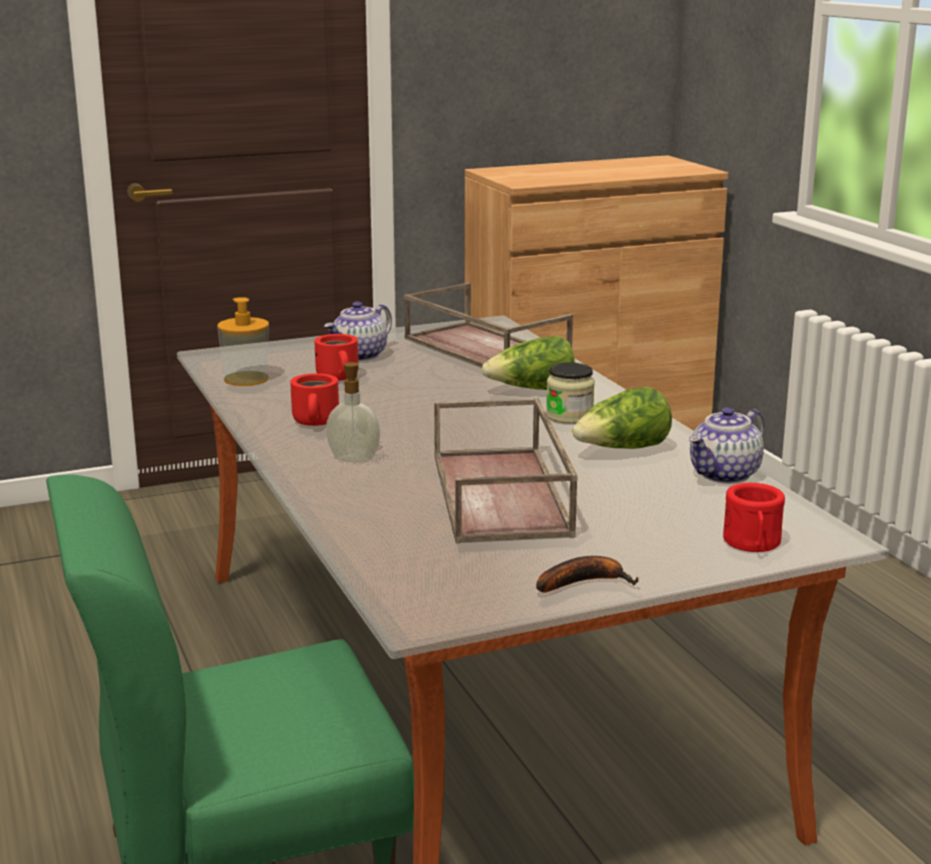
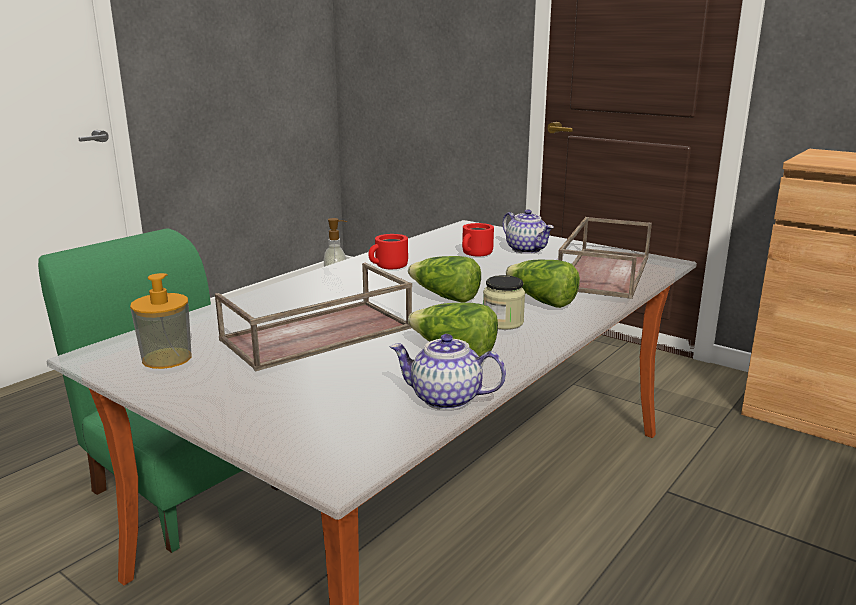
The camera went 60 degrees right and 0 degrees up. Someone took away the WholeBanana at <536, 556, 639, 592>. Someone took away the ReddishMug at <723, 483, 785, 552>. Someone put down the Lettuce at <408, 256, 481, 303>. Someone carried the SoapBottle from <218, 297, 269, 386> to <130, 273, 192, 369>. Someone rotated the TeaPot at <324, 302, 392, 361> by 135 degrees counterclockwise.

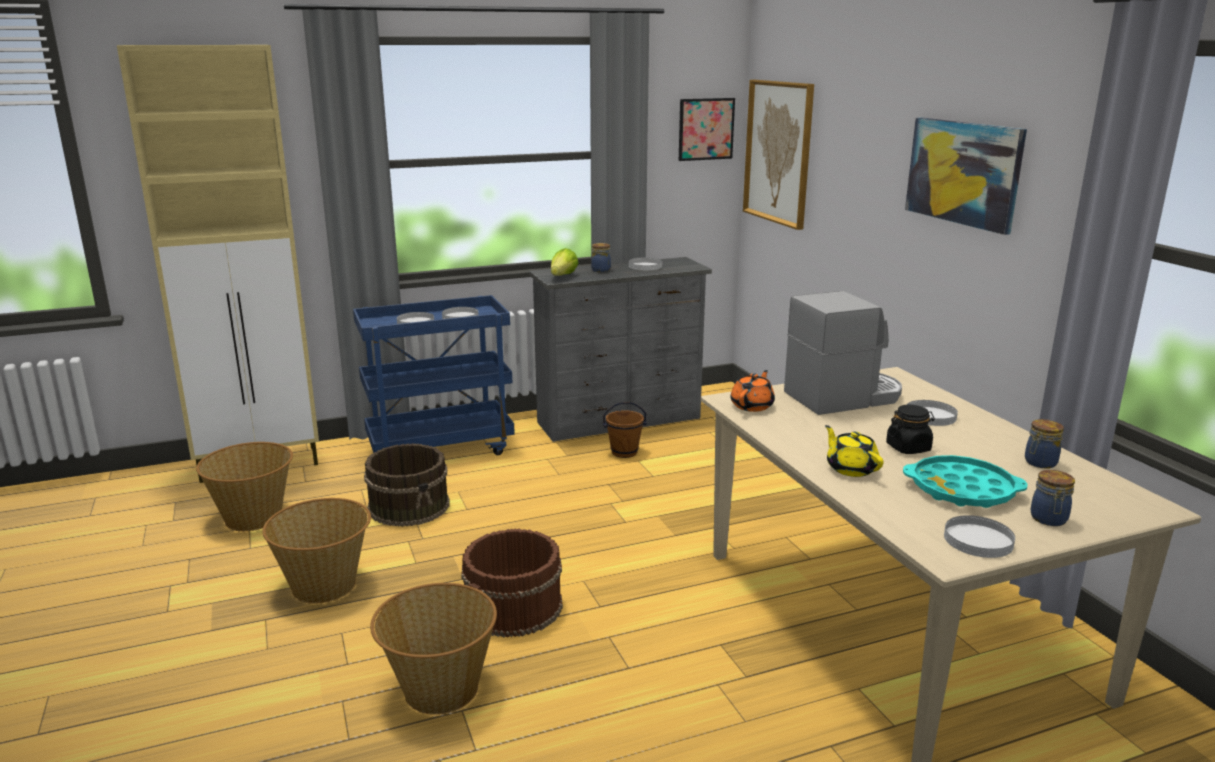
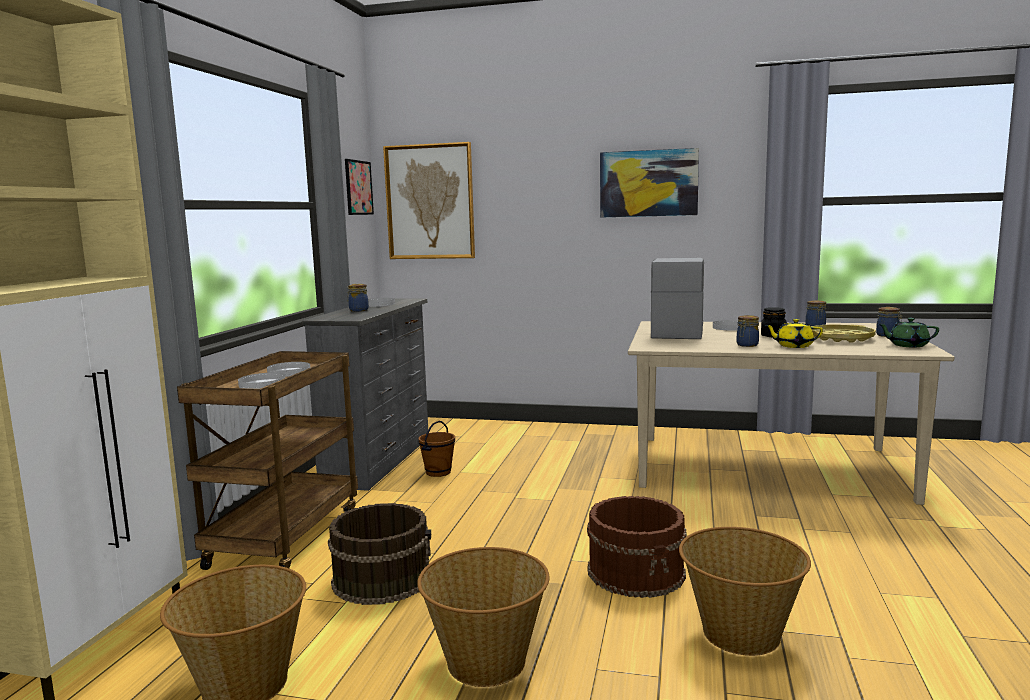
The camera went 55 degrees left and 10 degrees down. Someone took away the Lettuce at <551, 248, 579, 276>. Someone took away the OrangeColouredTeaPot at <731, 370, 775, 412>. Someone put down the Jar at <737, 315, 759, 347>. Someone swapped the WhiteColouredPlate at <944, 515, 1015, 558> for the GreenishTeaPot at <878, 318, 939, 347>. Someone repainted the BlueWheeledCart at <353, 295, 515, 455>, which became the BrownishWheeledCart at <177, 351, 358, 570>. Someone repainted the BlueGreenCarryingTray at <903, 455, 1028, 508>, which became the YellowColouredCarryingTray at <811, 324, 876, 343>.

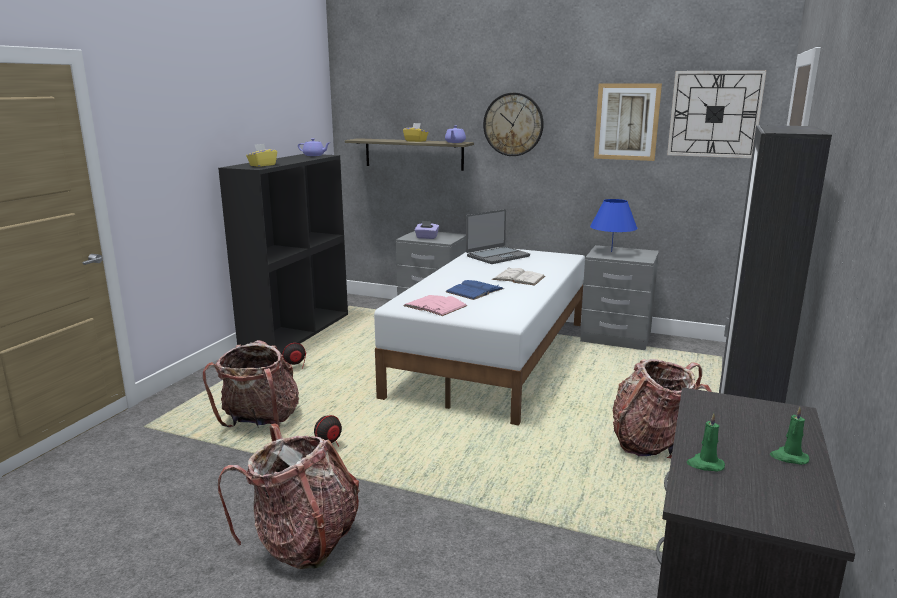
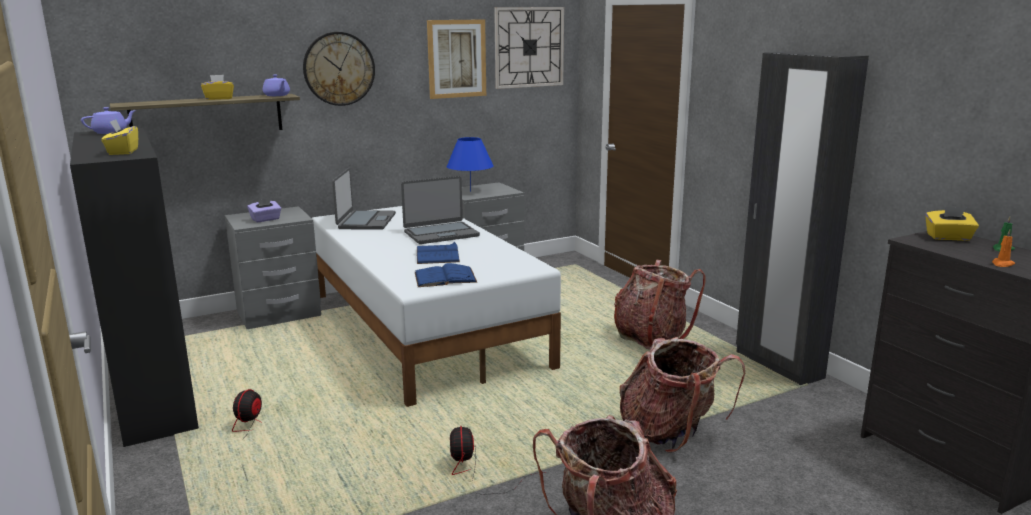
The camera went 50 degrees left and 0 degrees up. Someone put down the YellowColouredTissueHolder at <925, 207, 979, 241>. Someone carried the Backpack from <203, 340, 299, 427> to <619, 337, 745, 453>. Someone swapped the WhiteColouredVolume at <492, 267, 545, 286> for the PortableComputer at <401, 176, 480, 244>. Someone repainted the PinkishVolume at <403, 295, 467, 316>, which became the BlueVolume at <415, 263, 477, 287>. Someone repainted the GreenishWaxCandle at <686, 413, 725, 472>, which became the OrangeColouredWaxCandle at <992, 229, 1015, 267>.

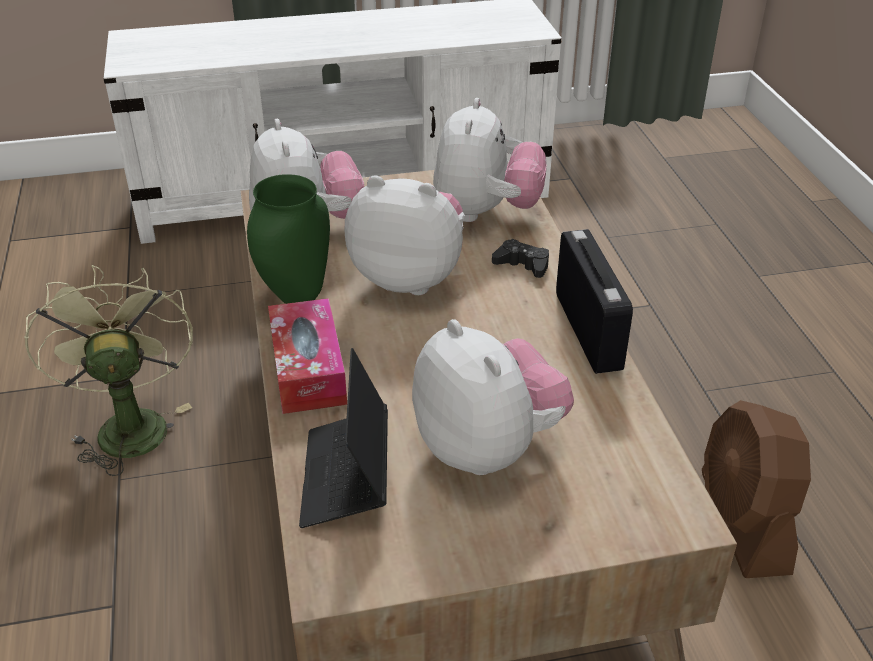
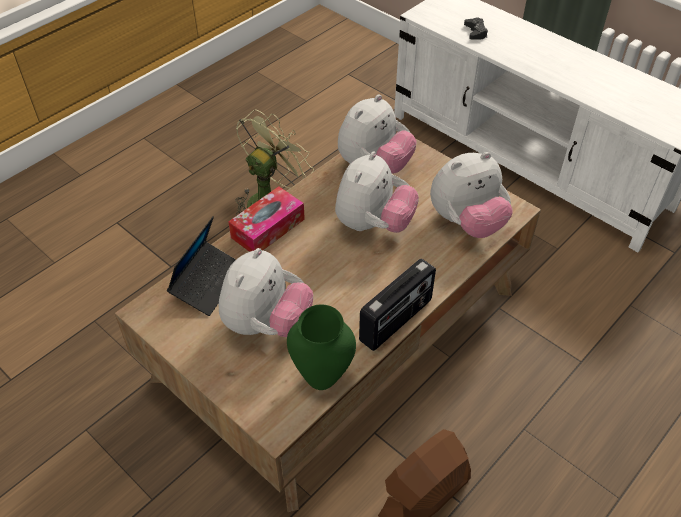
The camera went 55 degrees right and 10 degrees up. Someone carried the GreenishVase from <247, 174, 330, 304> to <287, 304, 356, 390>. Someone carried the BlackGamepad from <492, 239, 549, 278> to <464, 17, 488, 40>. Someone rotated the PortableComputer at <299, 348, 388, 528> by 150 degrees clockwise. Someone rotated the PlushToy at <344, 175, 465, 295> by 45 degrees clockwise.

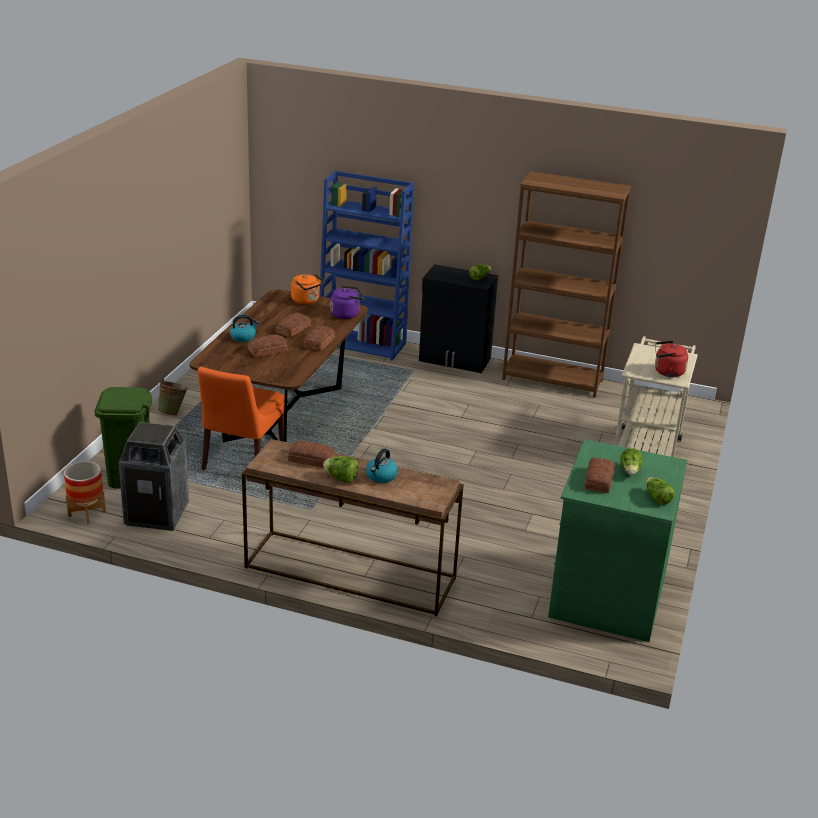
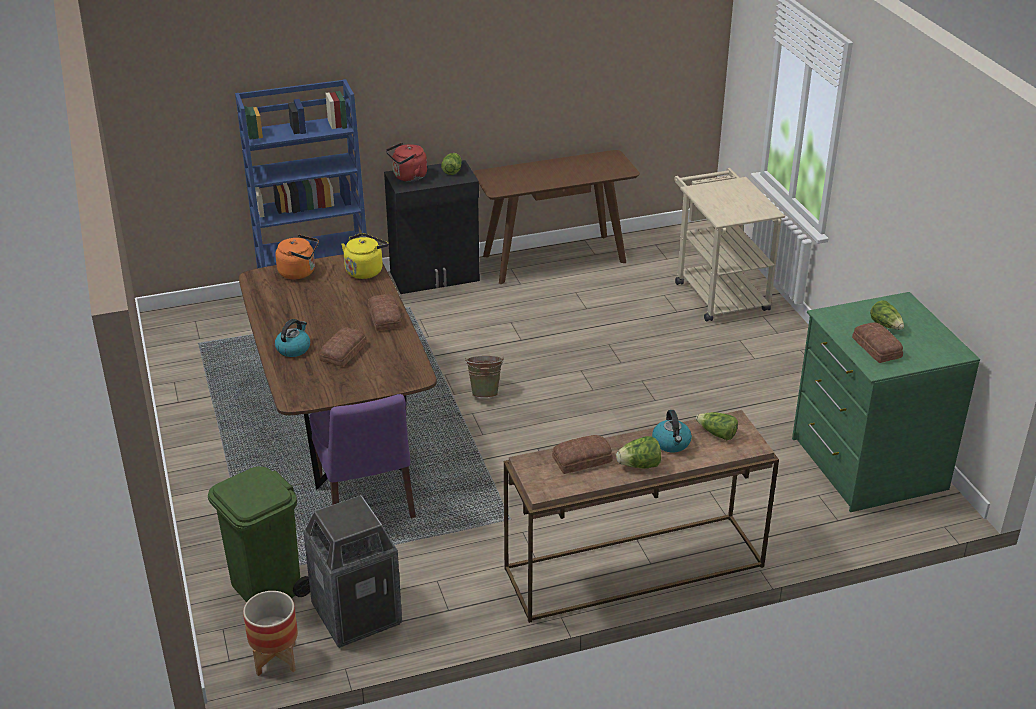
The camera went 35 degrees left and 5 degrees up. Someone took away the BakeryBread at <276, 313, 311, 337>. Someone carried the GreenishBucket from <157, 379, 188, 416> to <465, 356, 504, 398>. Someone carried the Lettuce from <646, 477, 675, 505> to <696, 412, 738, 440>. Someone carried the ReddishKettle from <655, 341, 688, 377> to <386, 142, 427, 182>. Someone swapped the BrownishShelvingUnit at <502, 171, 631, 398> for the BrownishNarrowTable at <473, 150, 640, 284>. Someone repainted the OrangeColouredUprightChair at <197, 367, 285, 470>, which became the PurplishUprightChair at <309, 394, 416, 518>. Someone repainted the PurplishKettle at <331, 285, 364, 319>, which became the YellowColouredKettle at <341, 233, 389, 279>.

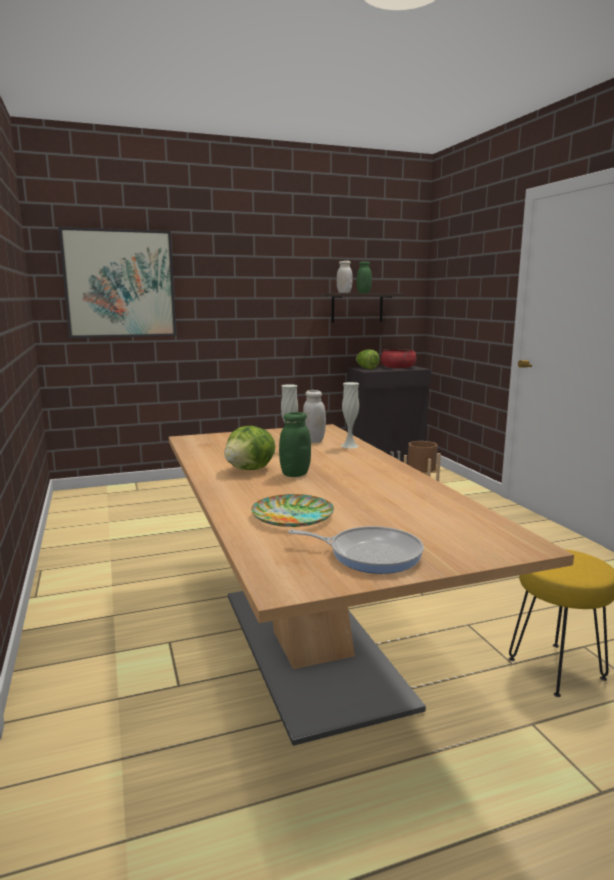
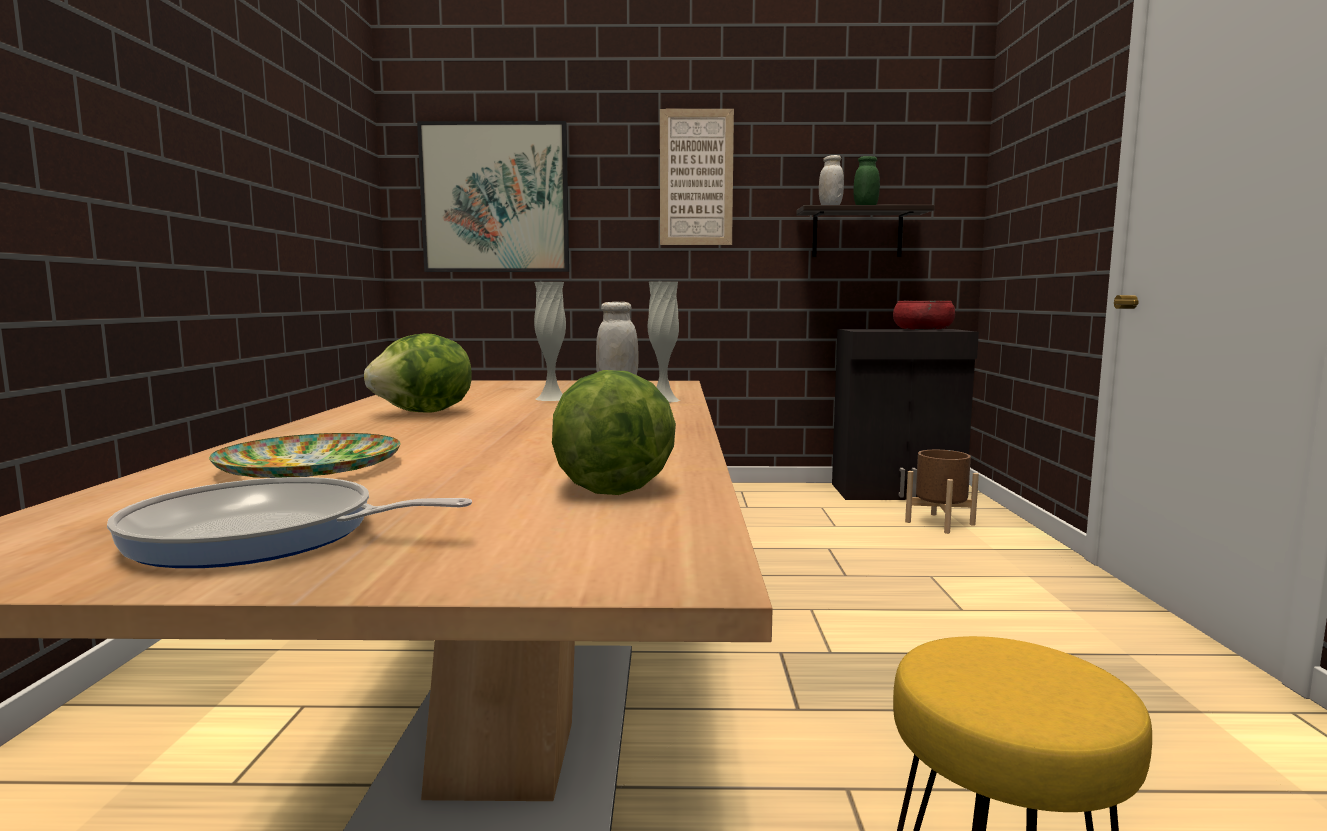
The camera went 20 degrees right and 5 degrees down. Someone took away the GreenishJar at <279, 412, 311, 477>. Someone put up the WallArt at <660, 109, 734, 245>. Someone carried the Lettuce from <356, 349, 380, 369> to <552, 370, 676, 495>. Someone rotated the Skillet at <288, 526, 424, 574> by 150 degrees clockwise.

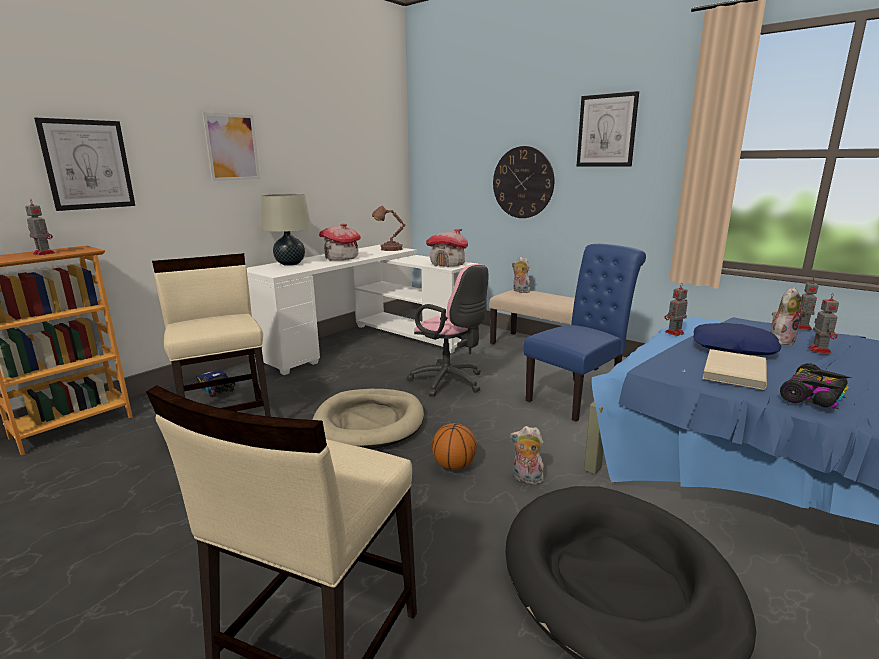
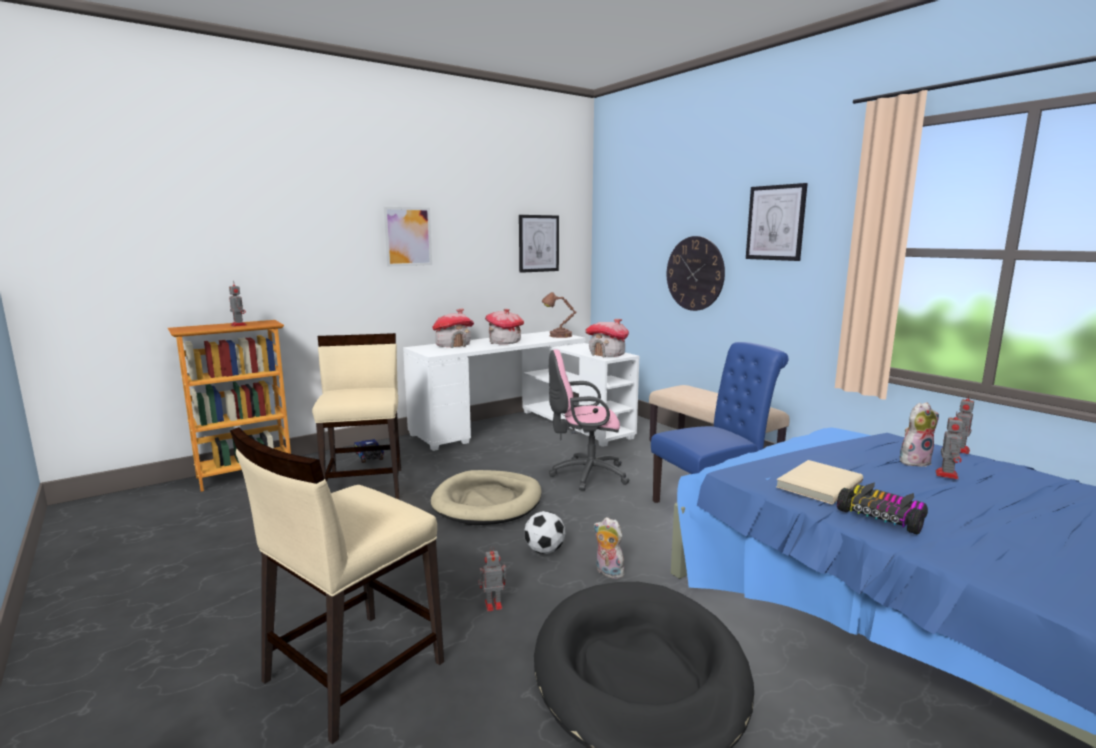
The camera went 15 degrees right and 5 degrees down. Someone took away the PlushToy at <512, 257, 530, 293>. Someone took away the BluePillow at <693, 323, 782, 355>. Someone carried the WallArt from <34, 118, 135, 211> to <519, 215, 559, 273>. Someone carried the ModelRobot from <664, 284, 688, 336> to <478, 546, 506, 611>. Someone swapped the SandColouredTabletopLamp at <261, 194, 311, 266> for the ModelHouse at <433, 308, 474, 348>. Someone swapped the BasketballBall at <432, 423, 477, 470> for the Football at <524, 511, 565, 554>. Someone rotated the PinkishDeskChair at <406, 264, 488, 397> by 120 degrees clockwise. Someone rotated the MiniatureCar at <780, 363, 851, 409> by 105 degrees counterclockwise.

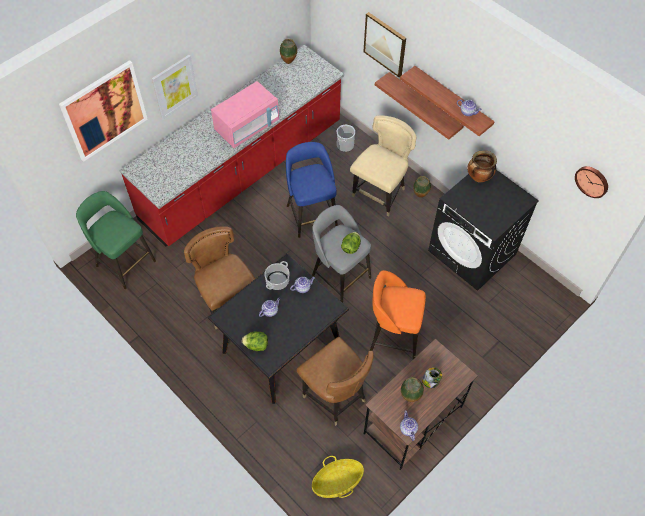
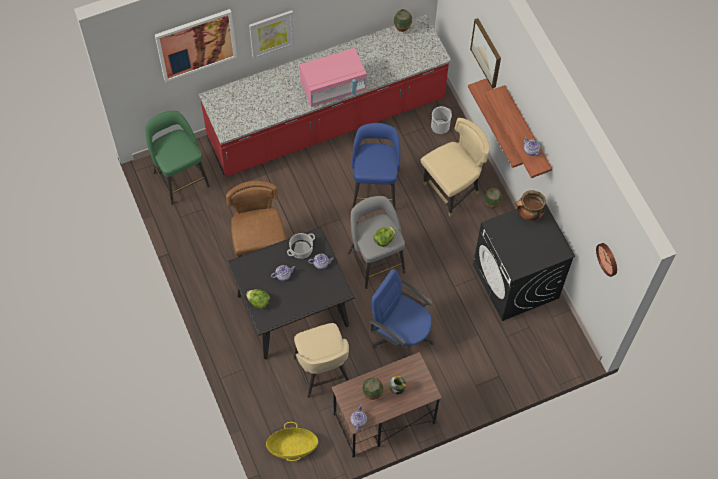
The camera went 20 degrees right and 5 degrees up. Someone swapped the BrownishUprightChair at <297, 337, 374, 426> for the SandColouredSittingStool at <294, 323, 349, 398>. Someone swapped the OrangeColouredSittingStool at <370, 270, 426, 359> for the BlueDeskChair at <369, 269, 434, 358>.

